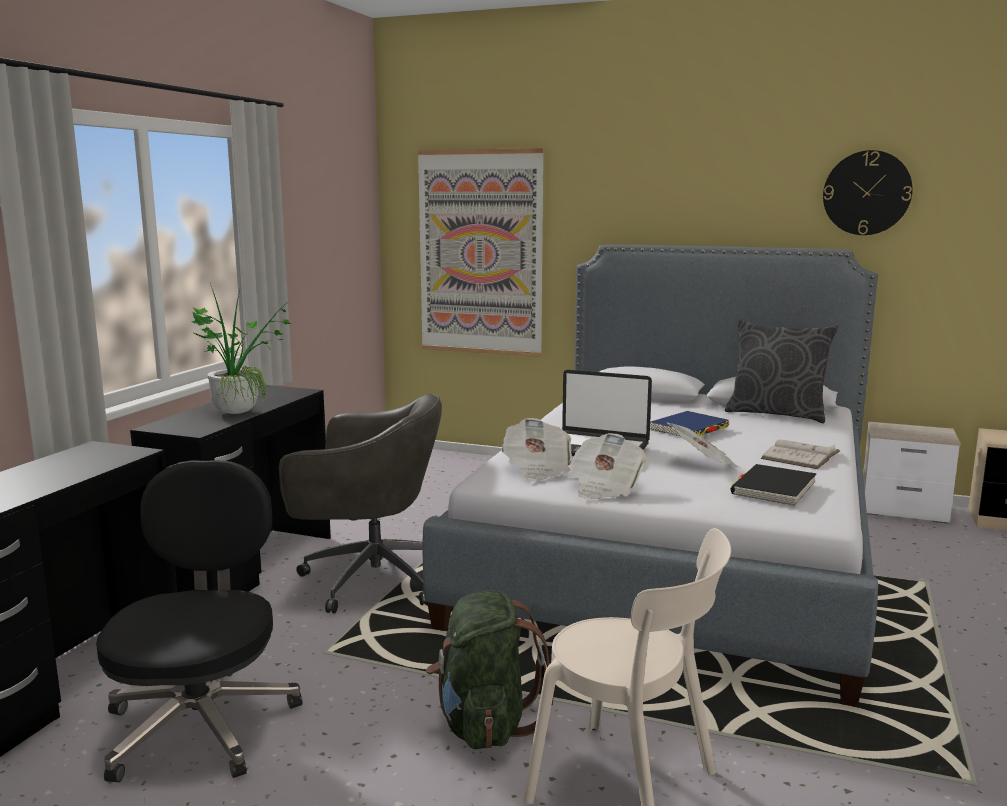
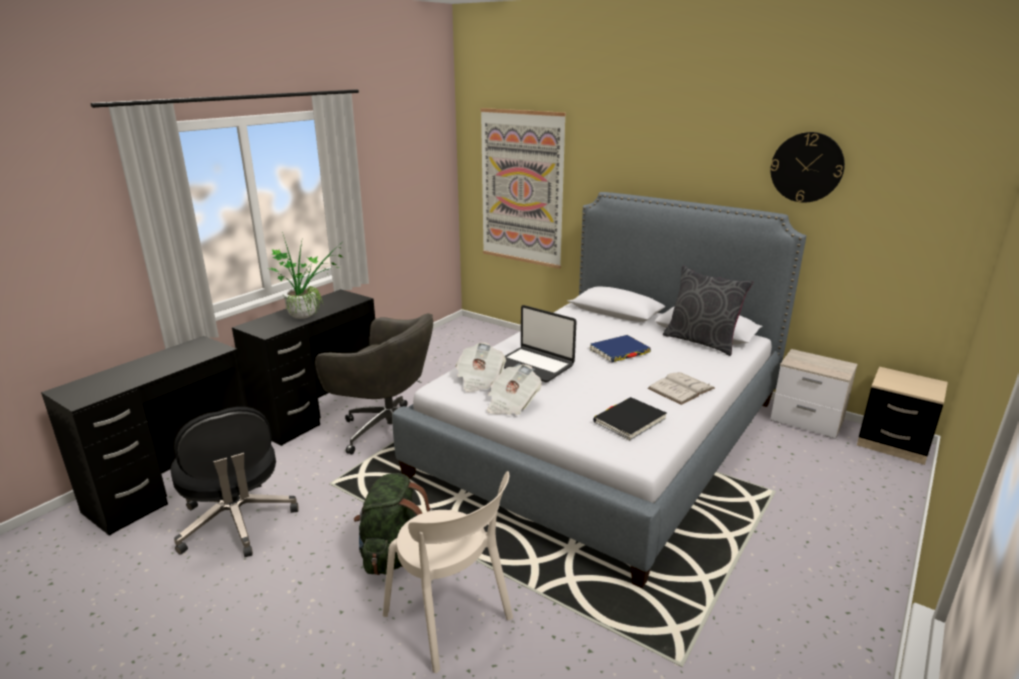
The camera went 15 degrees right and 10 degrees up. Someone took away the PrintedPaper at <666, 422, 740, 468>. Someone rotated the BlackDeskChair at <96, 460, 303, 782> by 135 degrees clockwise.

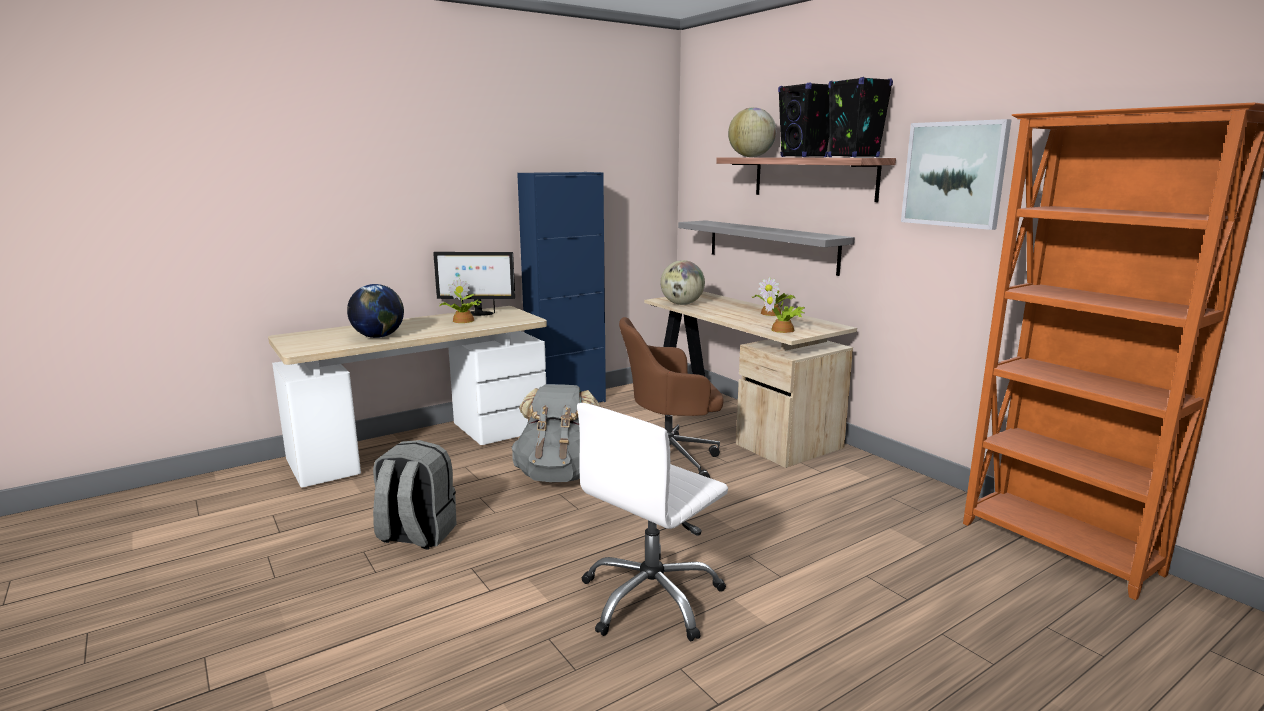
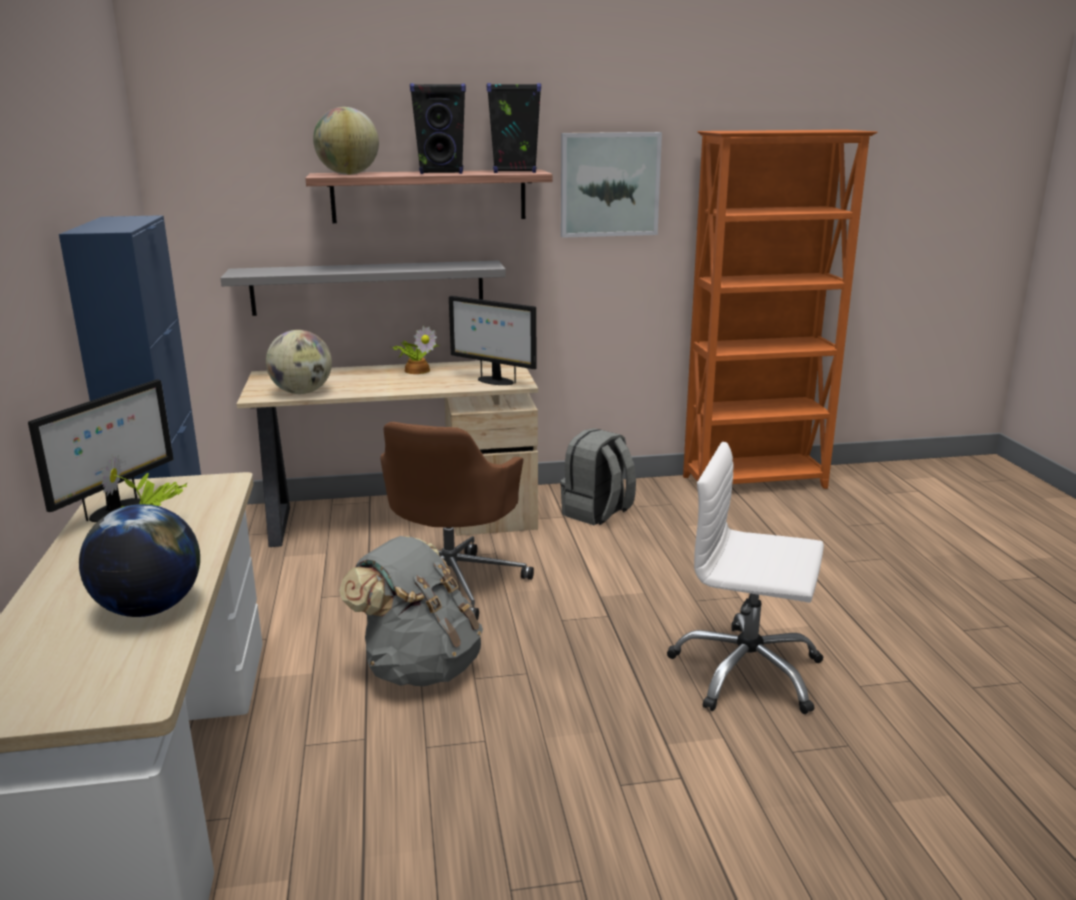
The camera went 65 degrees left and 5 degrees up. Someone carried the GreyBackpack from <373, 440, 457, 550> to <560, 428, 636, 525>. Someone swapped the PottedPlant at <764, 289, 805, 333> for the ComputerScreen at <449, 296, 537, 385>. Someone rotated the WhiteColouredDeskChair at <577, 403, 728, 641> by 135 degrees clockwise.

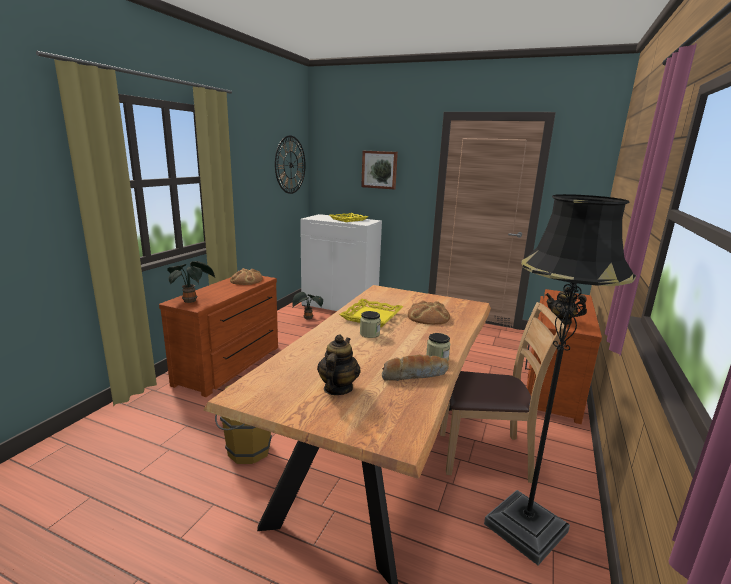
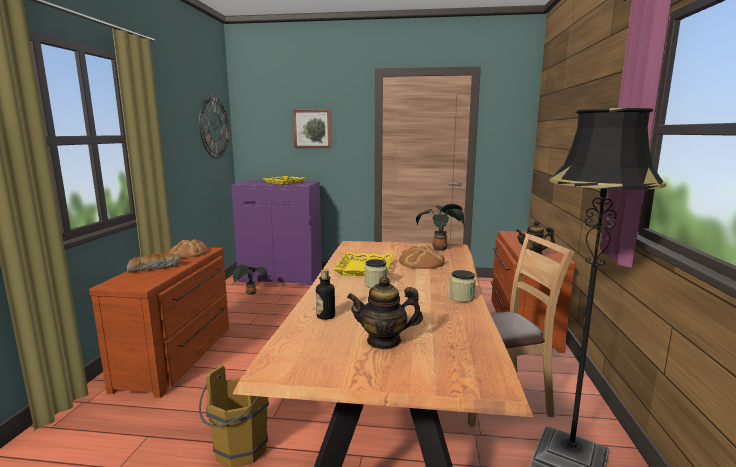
The camera went 15 degrees left and 5 degrees down. Someone put down the BeverageBottle at <316, 269, 335, 320>. Someone carried the PottedPlant from <167, 261, 215, 303> to <416, 204, 464, 251>. Someone carried the BakeryBread from <382, 355, 449, 381> to <127, 253, 182, 273>. Someone repainted the WhiteColouredCupboard at <300, 214, 382, 311>, which became the PurplishCupboard at <231, 180, 322, 285>. Someone rotated the TeaPot at <317, 334, 361, 395> by 90 degrees counterclockwise.

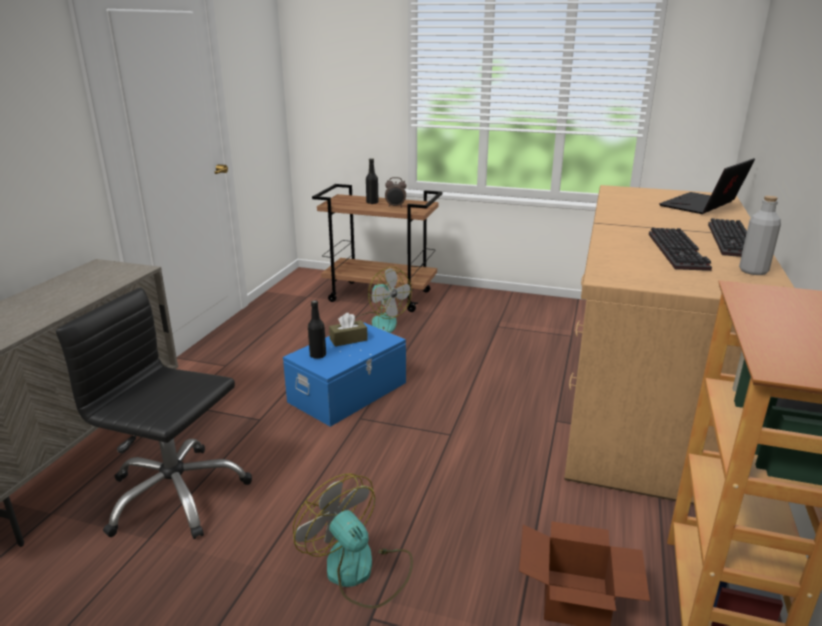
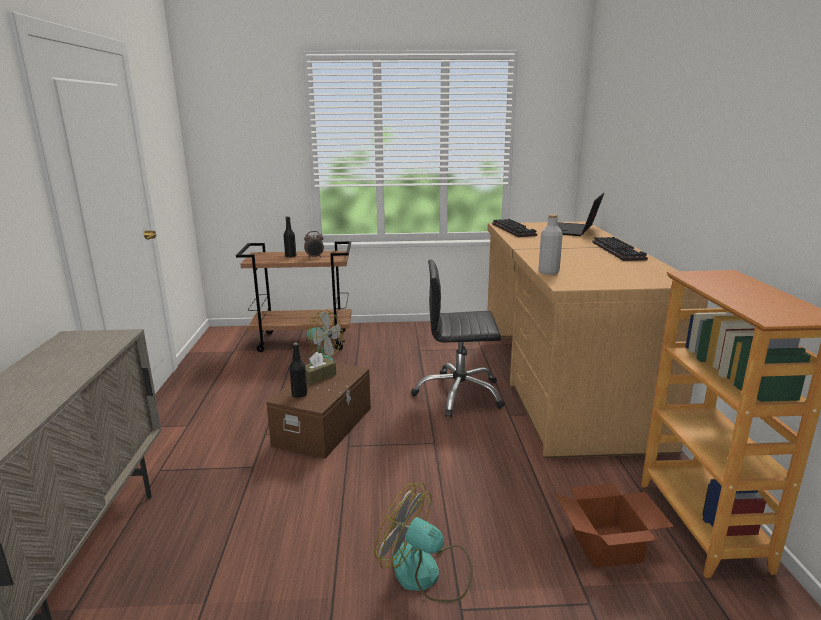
The camera went 20 degrees left and 5 degrees down. Someone carried the BlackDeskChair from <56, 288, 252, 539> to <411, 260, 505, 418>. Someone carried the Keyboard from <649, 227, 712, 271> to <492, 219, 537, 237>. Someone carried the GreyBeverageBottle from <739, 196, 781, 275> to <539, 214, 563, 275>. Someone repainted the BlueStorageBin at <283, 322, 406, 427>, which became the BrownishStorageBin at <266, 363, 371, 459>.

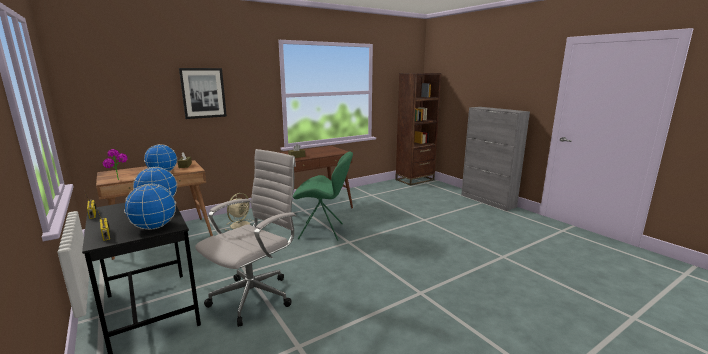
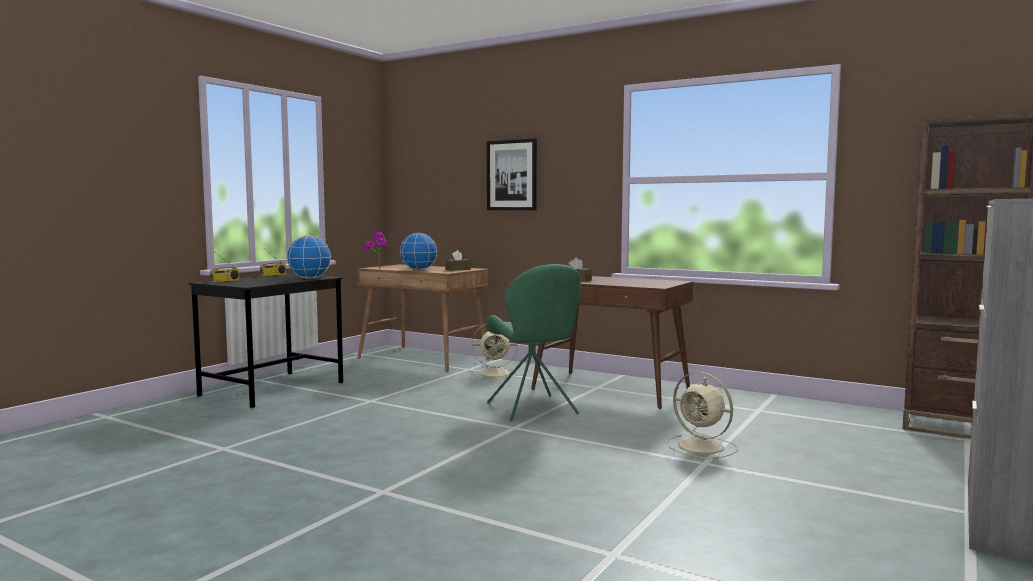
The camera went 65 degrees right and 10 degrees down. Someone took away the Globe at <124, 184, 176, 230>. Someone took away the WhiteColouredDeskChair at <195, 149, 297, 327>. Someone put down the SandColouredFan at <667, 372, 738, 458>.

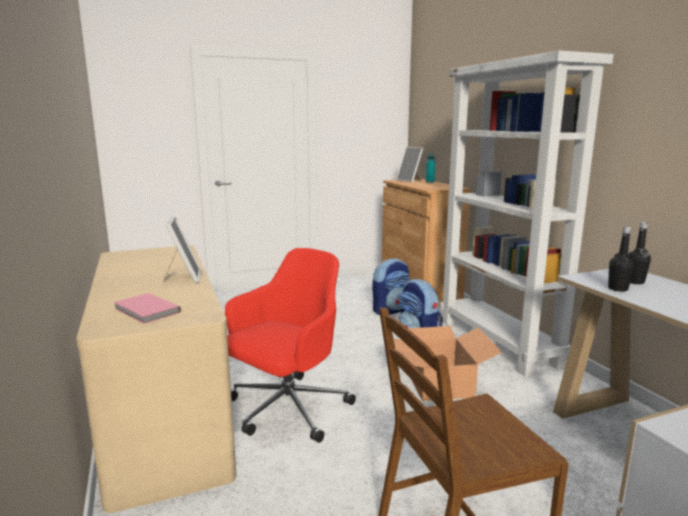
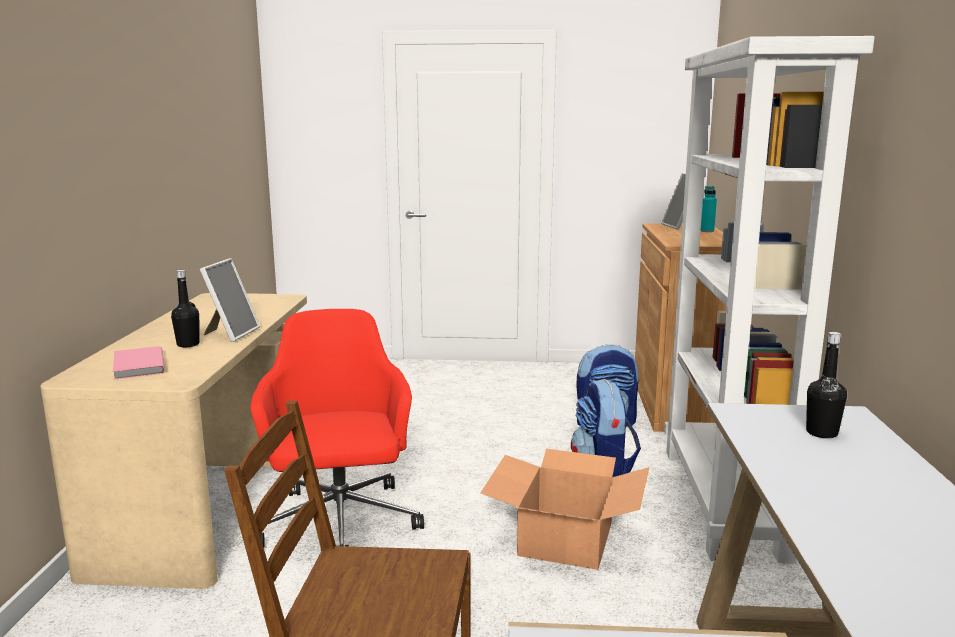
The camera went 25 degrees right and 0 degrees up. Someone carried the BlackBeverageBottle from <608, 227, 635, 292> to <171, 270, 200, 347>. Someone rotated the ReddishDeskChair at <225, 248, 356, 443> by 75 degrees counterclockwise.

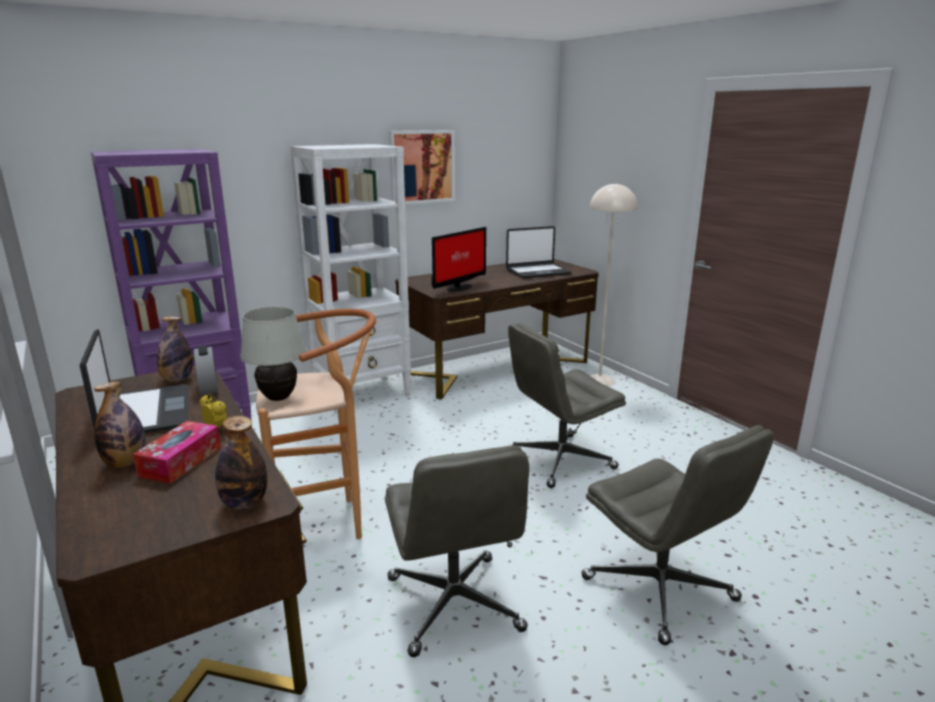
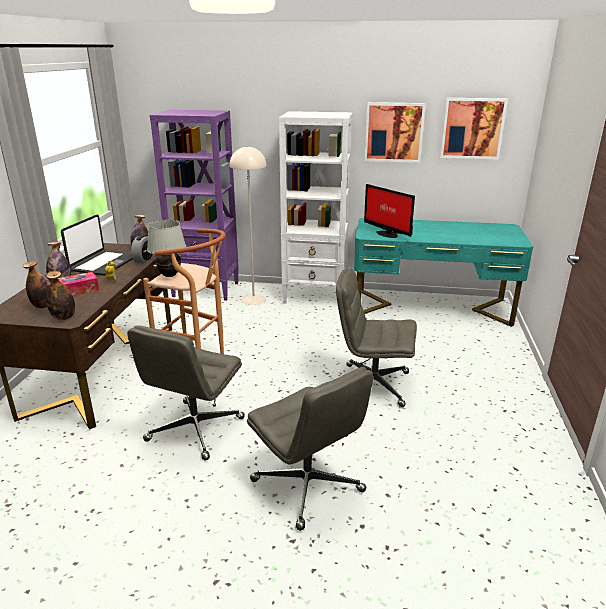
The camera went 40 degrees right and 5 degrees up. Someone took away the PortableComputer at <506, 226, 571, 278>. Someone put down the BeverageBottle at <23, 261, 50, 308>. Someone put up the WallArt at <440, 98, 508, 160>. Someone carried the SandColouredStandardLamp from <589, 183, 638, 387> to <229, 146, 267, 305>. Someone repainted the BrownishDesk at <396, 259, 599, 399>, which became the BlueGreenDesk at <354, 218, 533, 327>. Someone rotated the ComputerScreen at <432, 227, 486, 292> by 60 degrees clockwise. Someone rotated the GreyDeskChair at <581, 425, 774, 645> by 45 degrees counterclockwise.

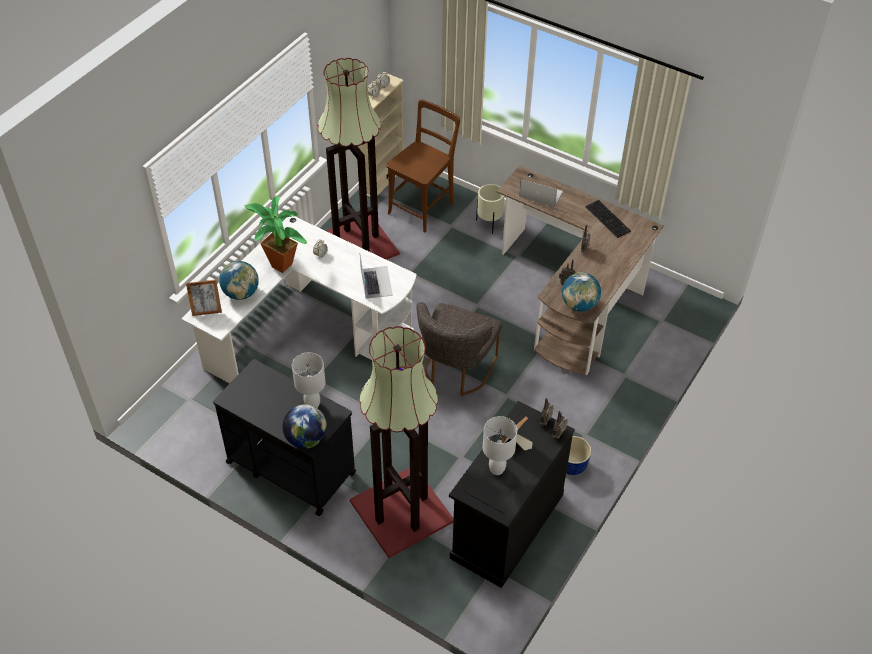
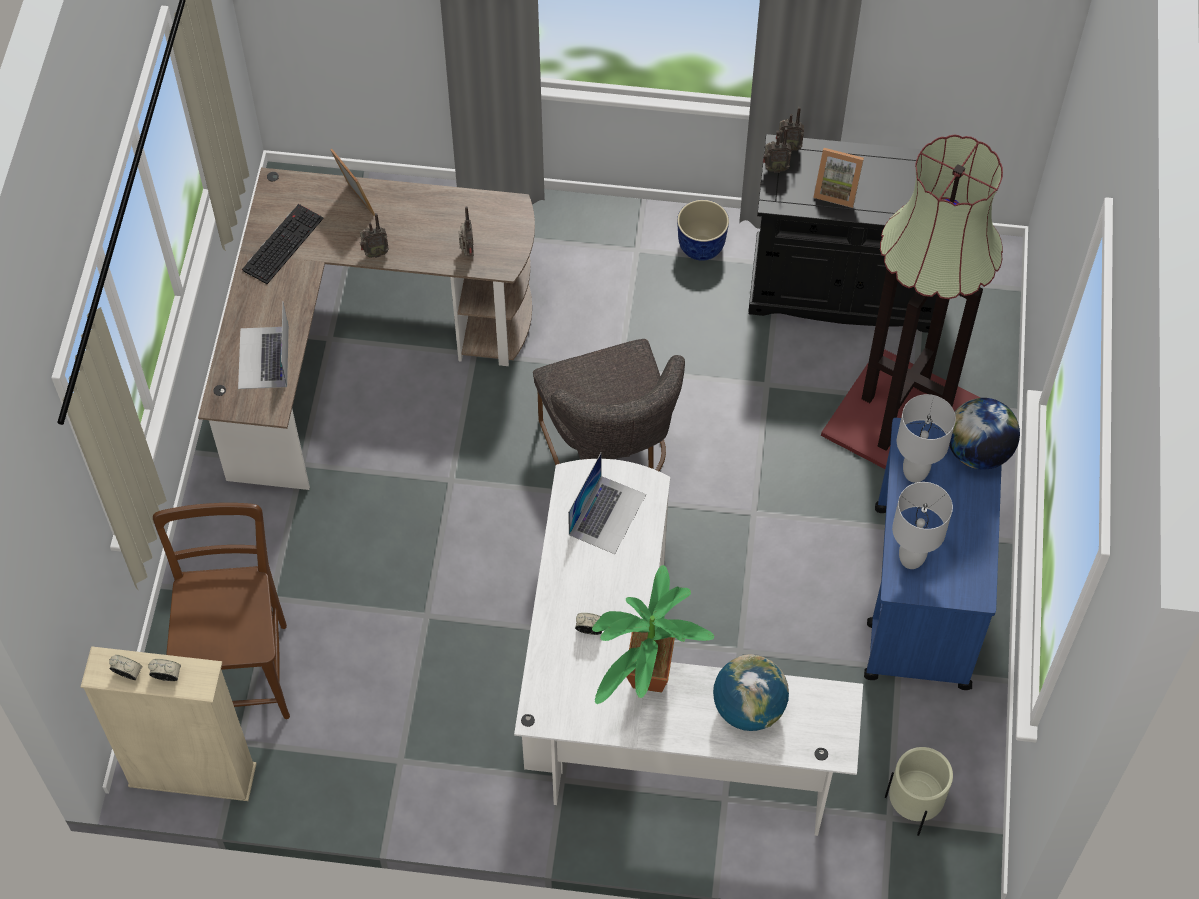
The camera went 115 degrees left and 10 degrees up. Someone took away the StandardLamp at <318, 58, 400, 260>. Someone took away the Globe at <562, 272, 601, 312>. Someone carried the PhotoFrame from <186, 280, 222, 316> to <330, 149, 375, 216>. Someone carried the SandColouredPlanter from <476, 184, 504, 234> to <885, 747, 953, 836>. Someone carried the WhiteColouredTabletopLamp from <483, 416, 517, 475> to <892, 482, 953, 569>. Someone repainted the BlackWheeledCart at <213, 359, 356, 516>, which became the BlueWheeledCart at <864, 418, 1002, 690>. Someone rotated the PortableComputer at <360, 255, 393, 299> by 150 degrees clockwise. Someone rotated the BrownishUprightChair at <386, 99, 460, 233> by 75 degrees clockwise. Someone rotated the GreyUprightChair at <416, 302, 502, 396> by 75 degrees clockwise.

